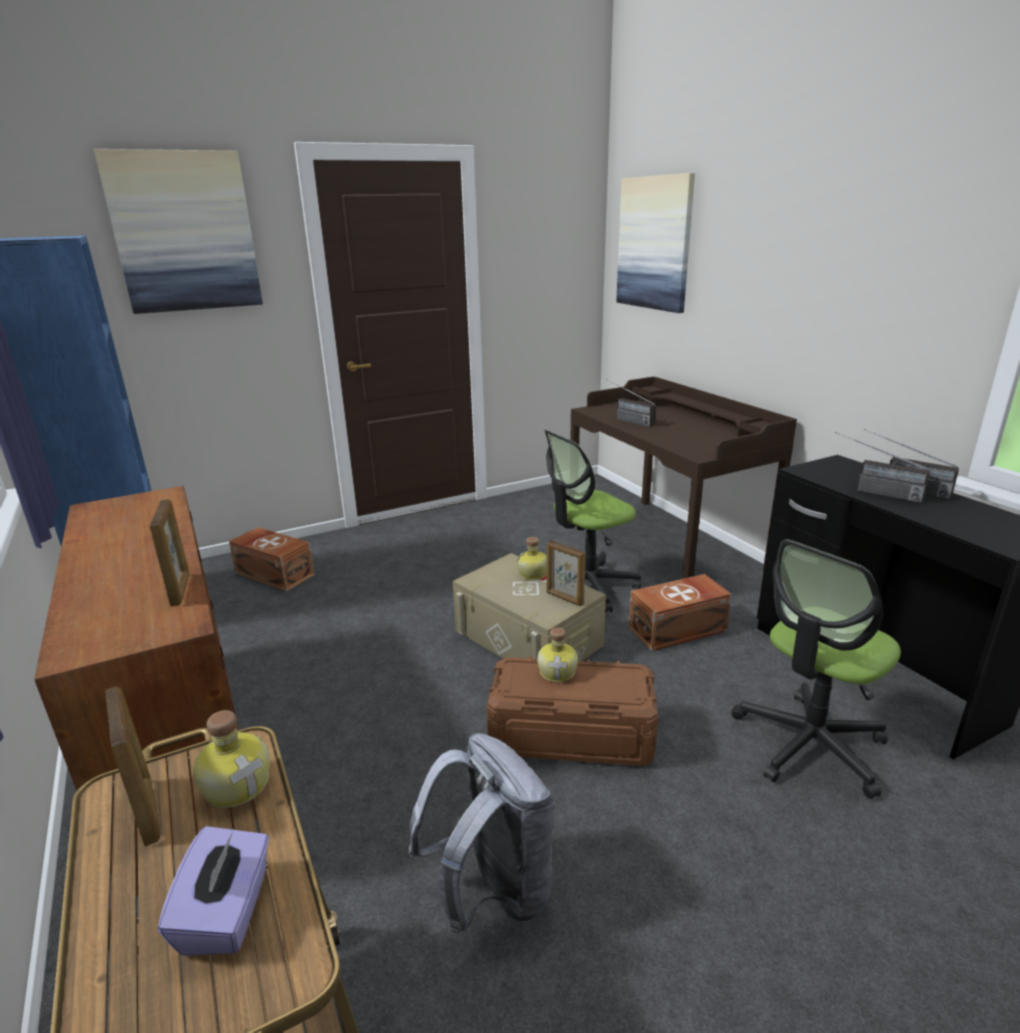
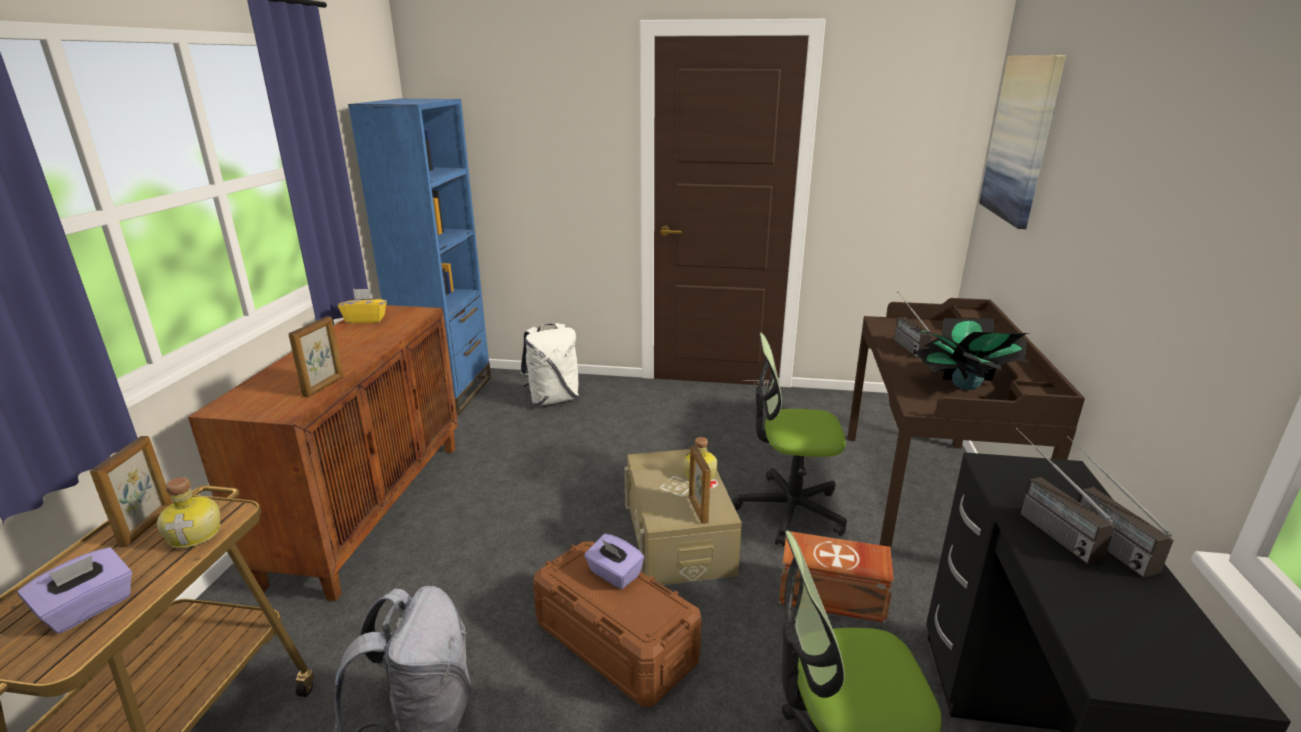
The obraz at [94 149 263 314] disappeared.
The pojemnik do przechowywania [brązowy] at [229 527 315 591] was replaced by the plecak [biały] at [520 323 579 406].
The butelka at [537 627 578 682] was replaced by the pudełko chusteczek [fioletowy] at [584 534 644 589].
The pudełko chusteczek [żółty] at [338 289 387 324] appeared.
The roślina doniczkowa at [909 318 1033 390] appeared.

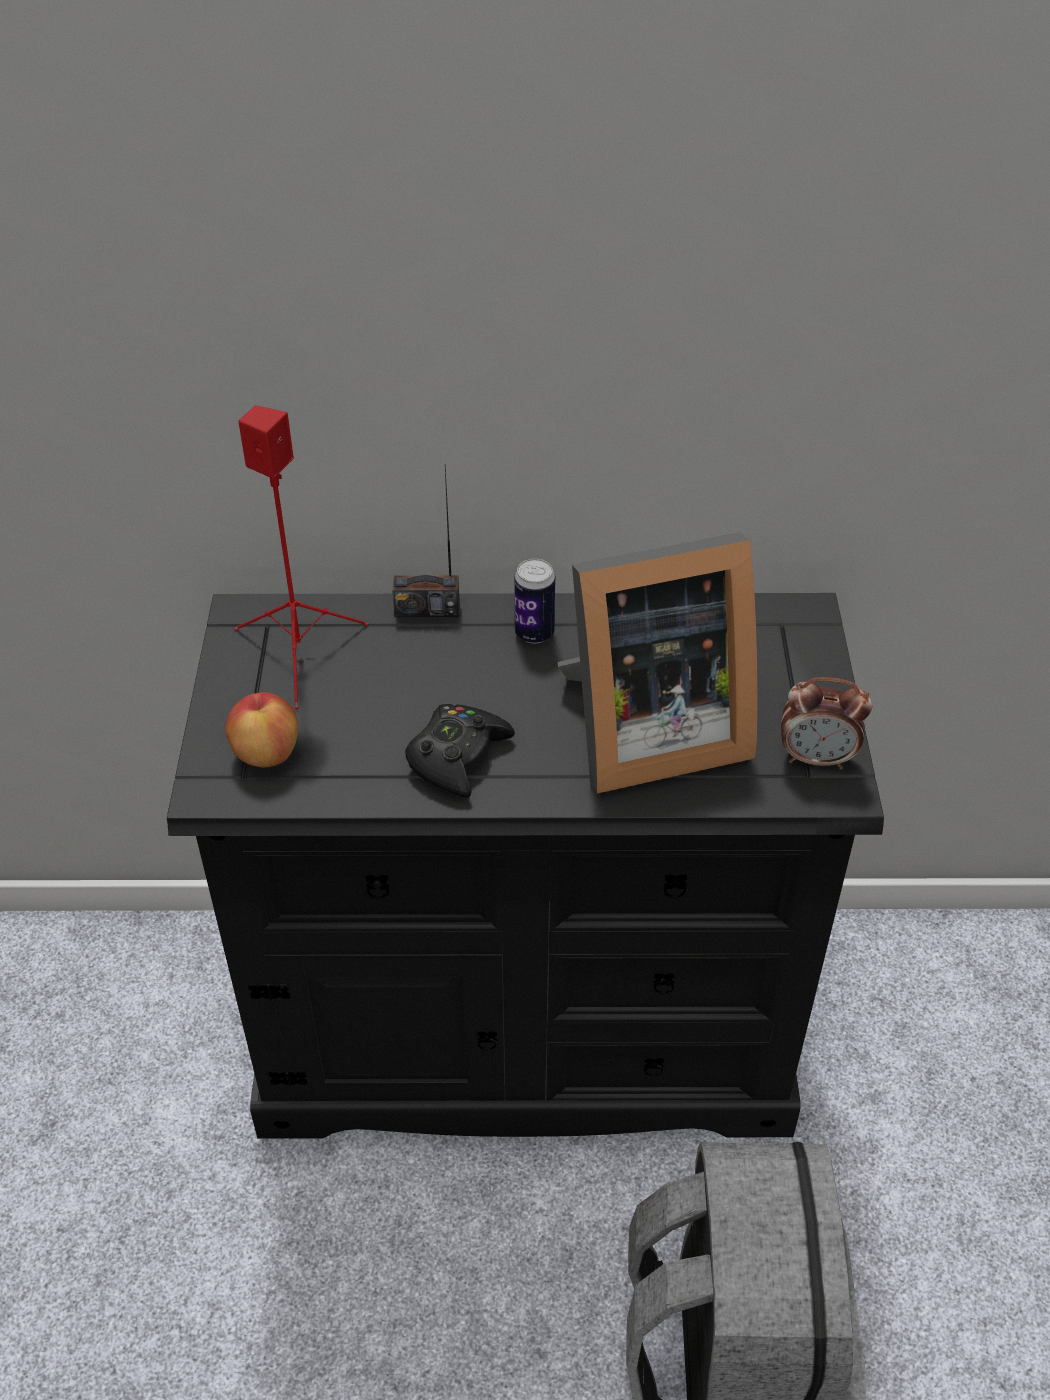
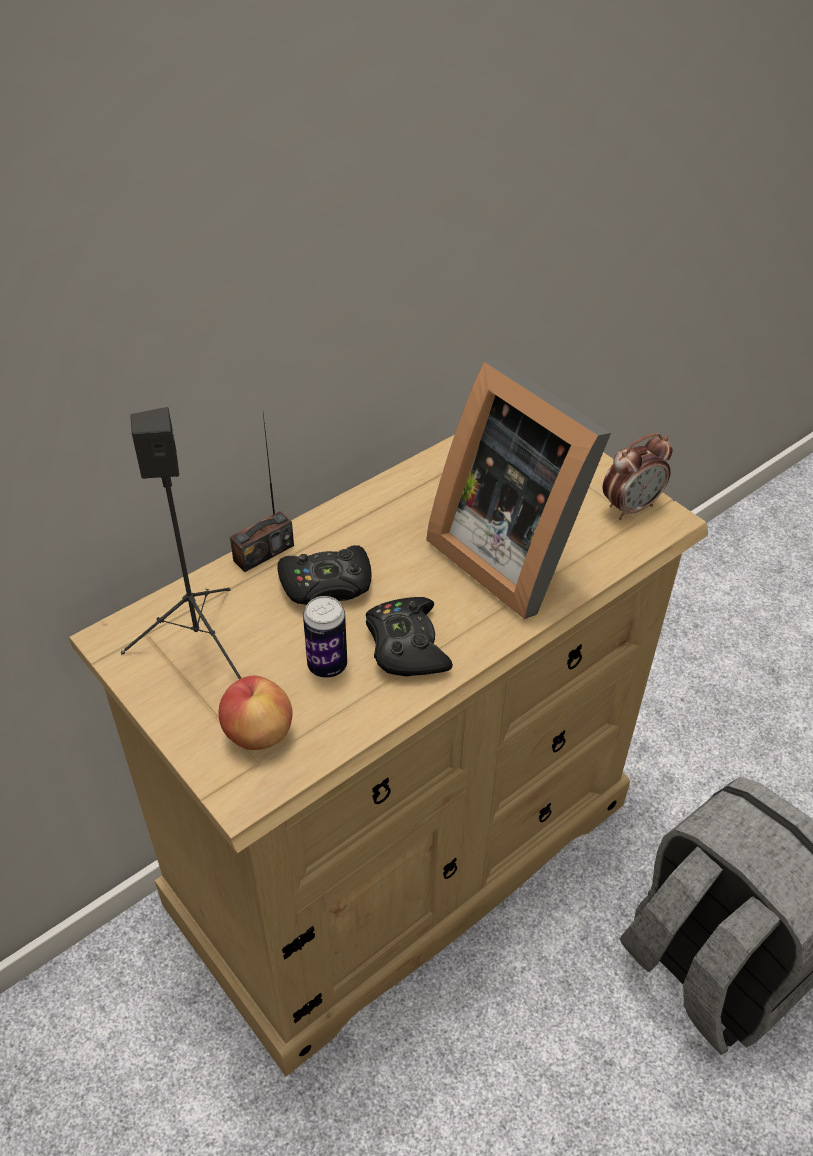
The głośnik [czerwony] at [234 405 369 709] became the głośnik [czarny] at [121 407 241 679].
The ramka na zdjęcie at [558 532 758 794] turned 105 degrees clockwise.
The puszka moved from [514 559 555 644] to [303 596 347 678].
The komoda [czarny] at [167 593 884 1139] became the komoda [beżowy] at [69 435 708 1077].
The pad do gier [czarny] at [278 545 372 605] appeared.

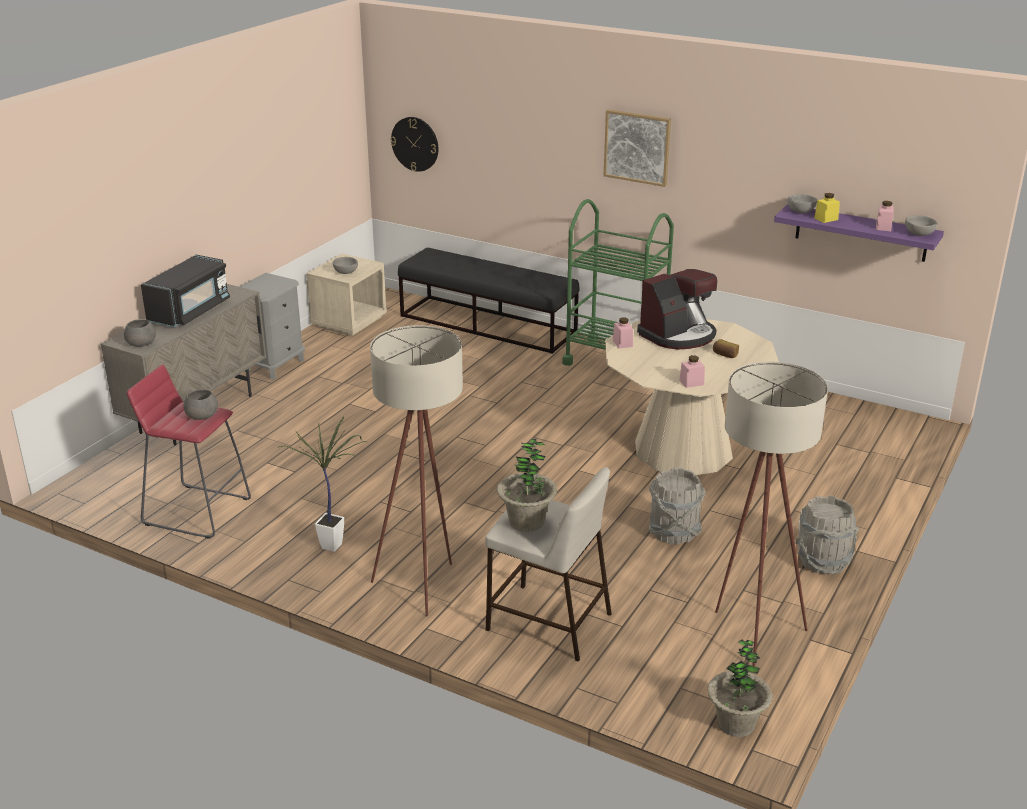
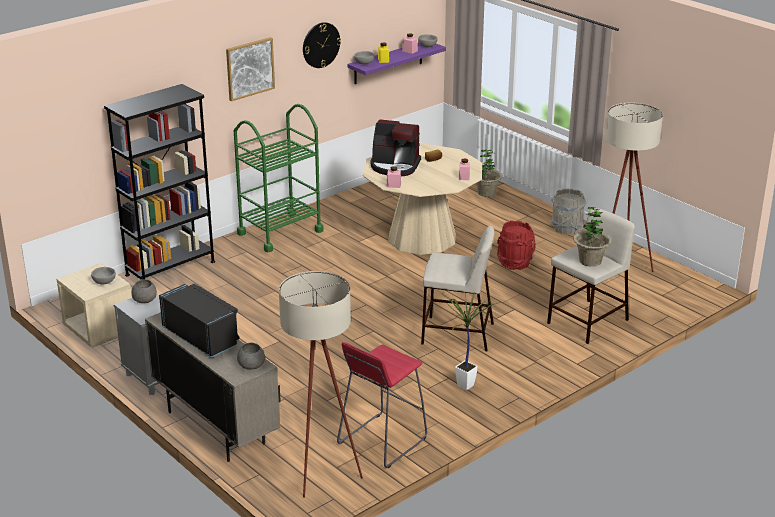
The zegar ścienny moved from [390 117 438 172] to [303 22 341 68].
The ławka [czarny] at [398 247 579 354] was replaced by the regał [czarny] at [104 84 215 280].
The ekspres do kawy at [637 269 717 350] turned 120 degrees clockwise.
The lampa stojąca [beżowy] moved from [370 325 463 617] to [279 271 363 498].
The miska [szary] moved from [183 389 218 420] to [131 279 157 303].
The wiadro [szary] at [649 467 705 545] became the wiadro [czerwony] at [497 220 535 270].
The roślina doniczkowa moved from [707 639 773 737] to [476 150 503 197].
The stołek [beżowy] at [421 226 495 351] appeared.

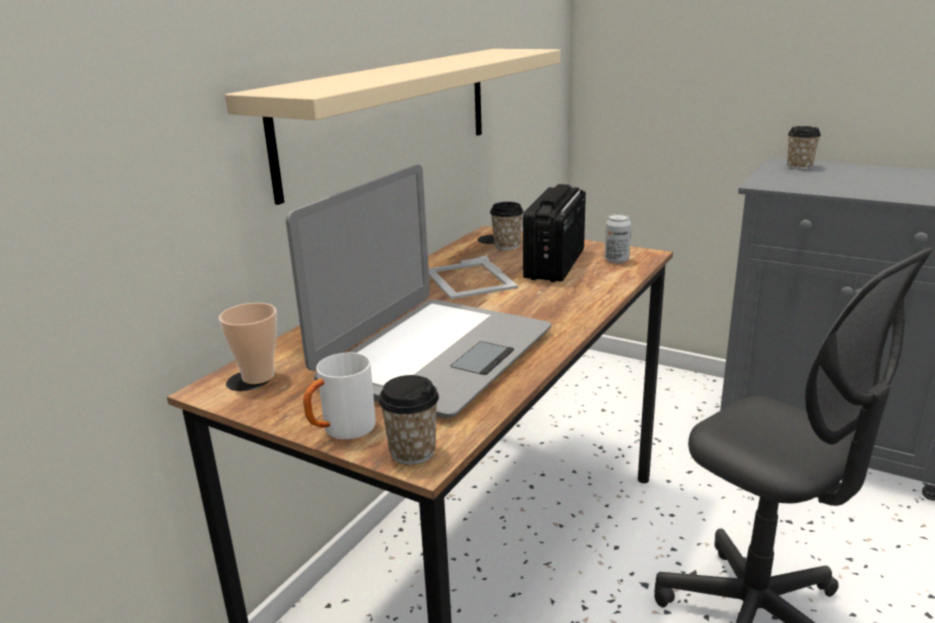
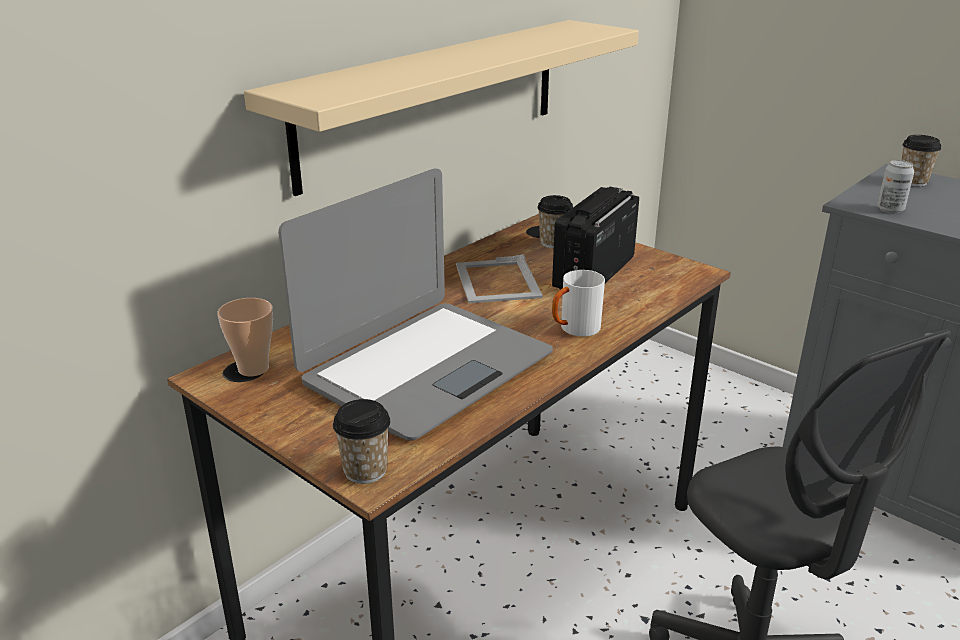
The puszka moved from [605 214 631 263] to [877 160 914 213].
The kubek [biały] moved from [303 352 376 439] to [552 270 605 336].

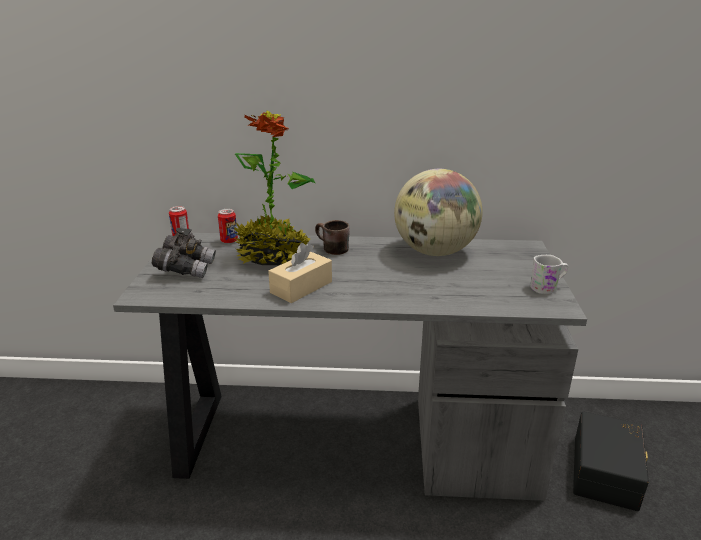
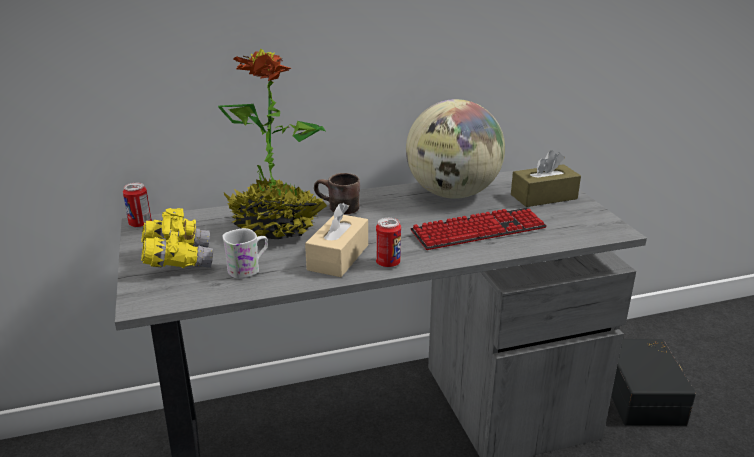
The puszka moved from [218 209 238 244] to [376 218 401 268].
The lornetka [szary] at [152 228 216 278] became the lornetka [żółty] at [141 208 213 268].
The kubek [biały] moved from [530 255 568 294] to [223 228 268 279].
The pudełko chusteczek [brązowy] at [511 150 581 207] appeared.
The klawiatura at [411 208 547 250] appeared.

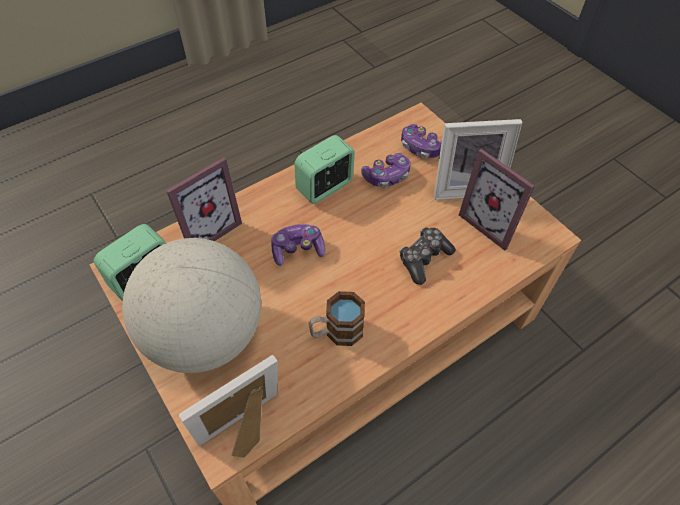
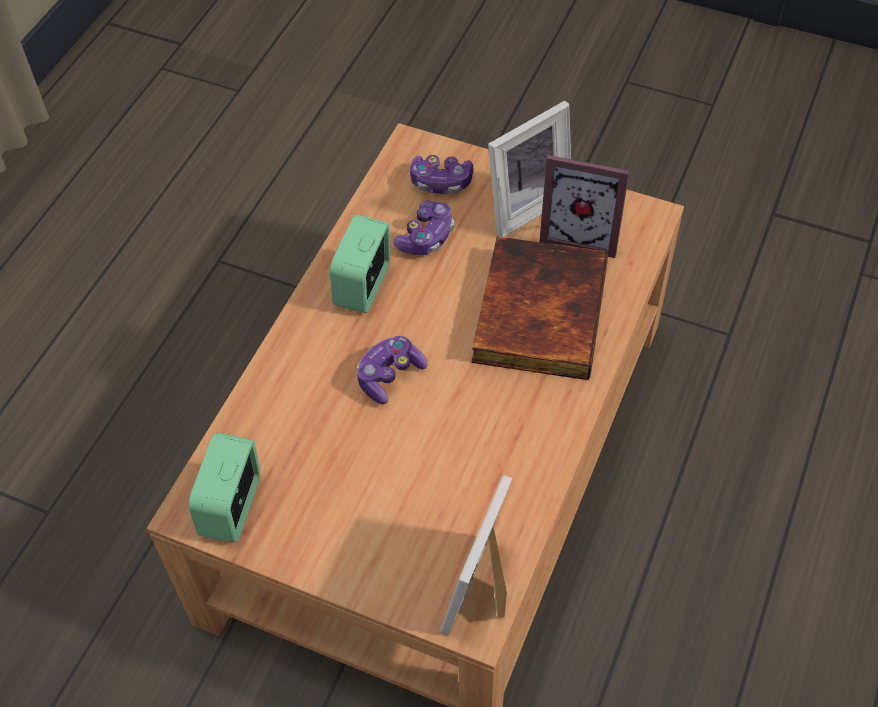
The ramka na zdjęcie at [166 157 242 241] disappeared.
The pad do gier at [400 227 456 285] was replaced by the książka at [471 236 609 380].
The globus at [122 238 261 373] disappeared.
The kubek at [308 291 365 346] disappeared.

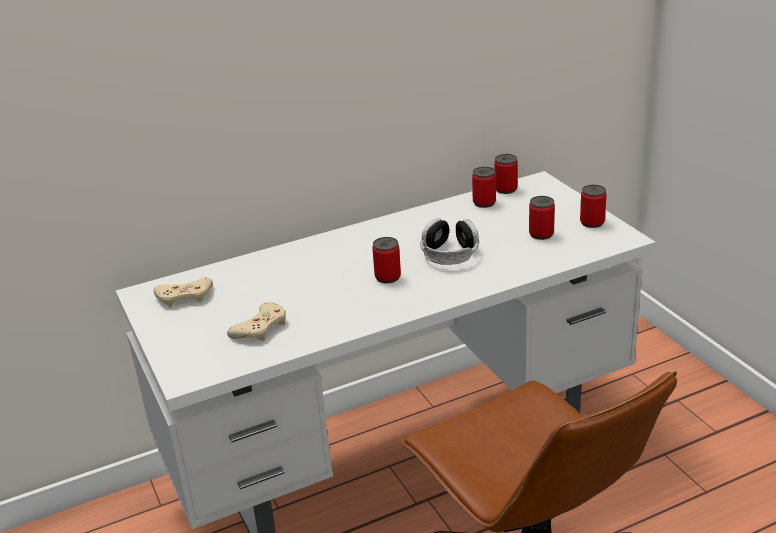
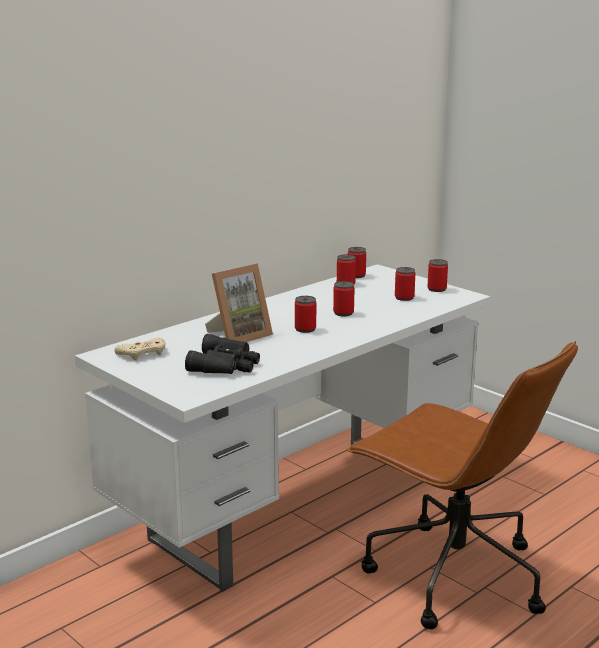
The słuchawki at [420 218 479 265] was replaced by the puszka at [333 281 355 316].
The pad do gier [beżowy] at [227 302 286 341] was replaced by the lornetka [czarny] at [185 334 260 374].
The ramka na zdjęcie at [205 263 273 342] appeared.

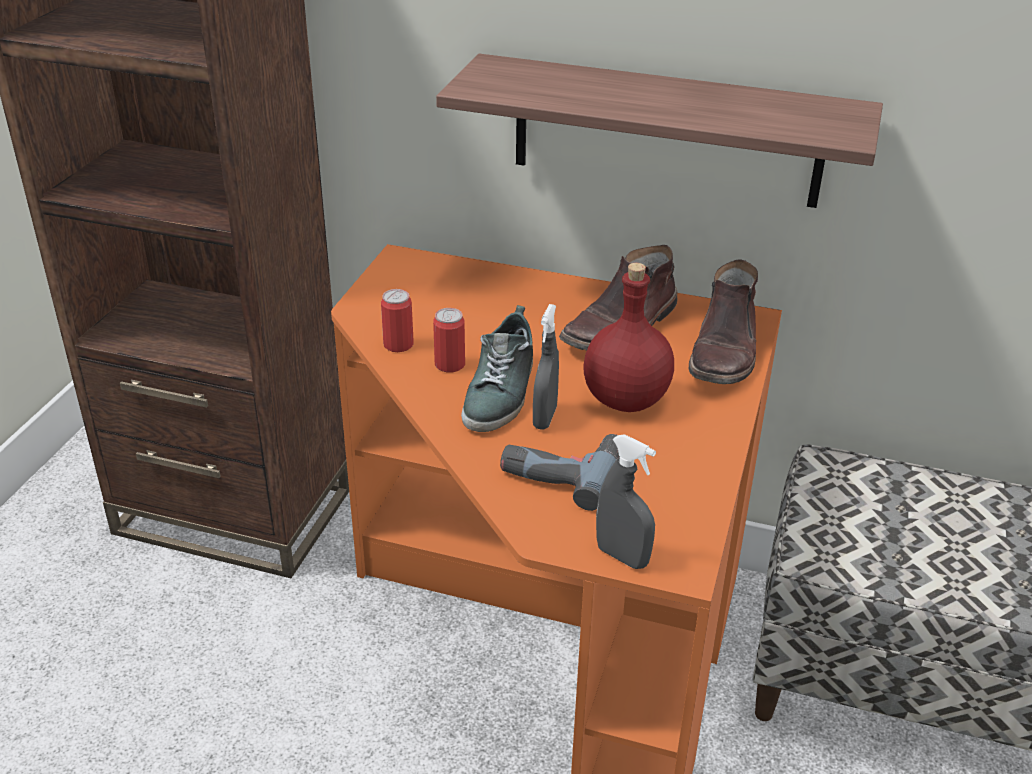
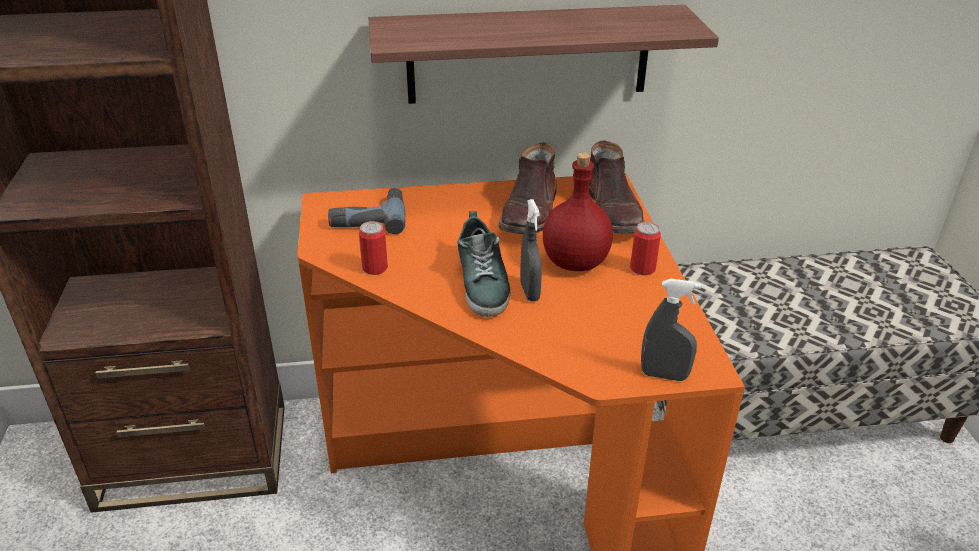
The puszka moved from [433 308 465 372] to [630 222 661 275].
The wiertarka moved from [500 434 620 511] to [328 188 405 234].

